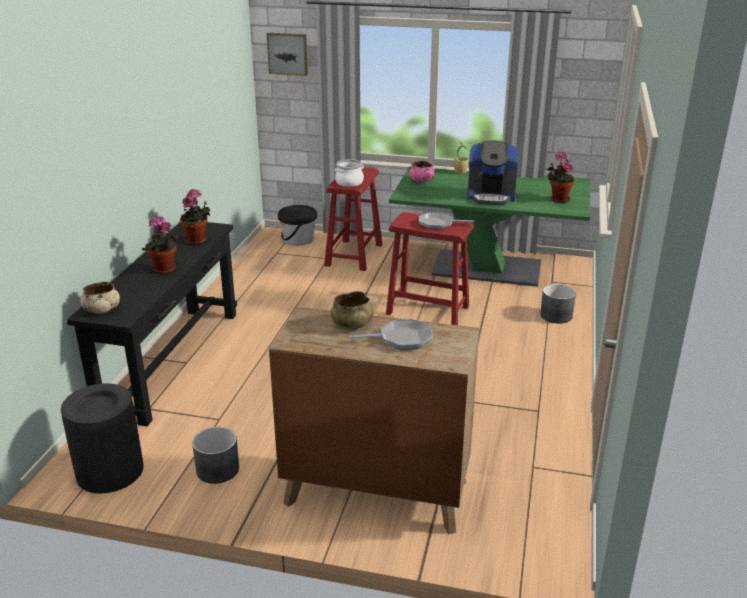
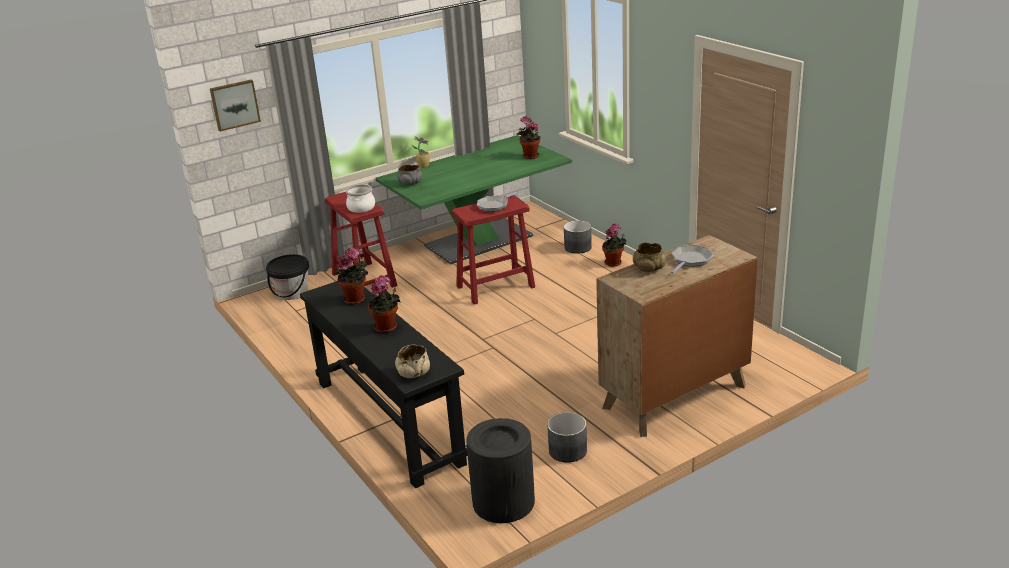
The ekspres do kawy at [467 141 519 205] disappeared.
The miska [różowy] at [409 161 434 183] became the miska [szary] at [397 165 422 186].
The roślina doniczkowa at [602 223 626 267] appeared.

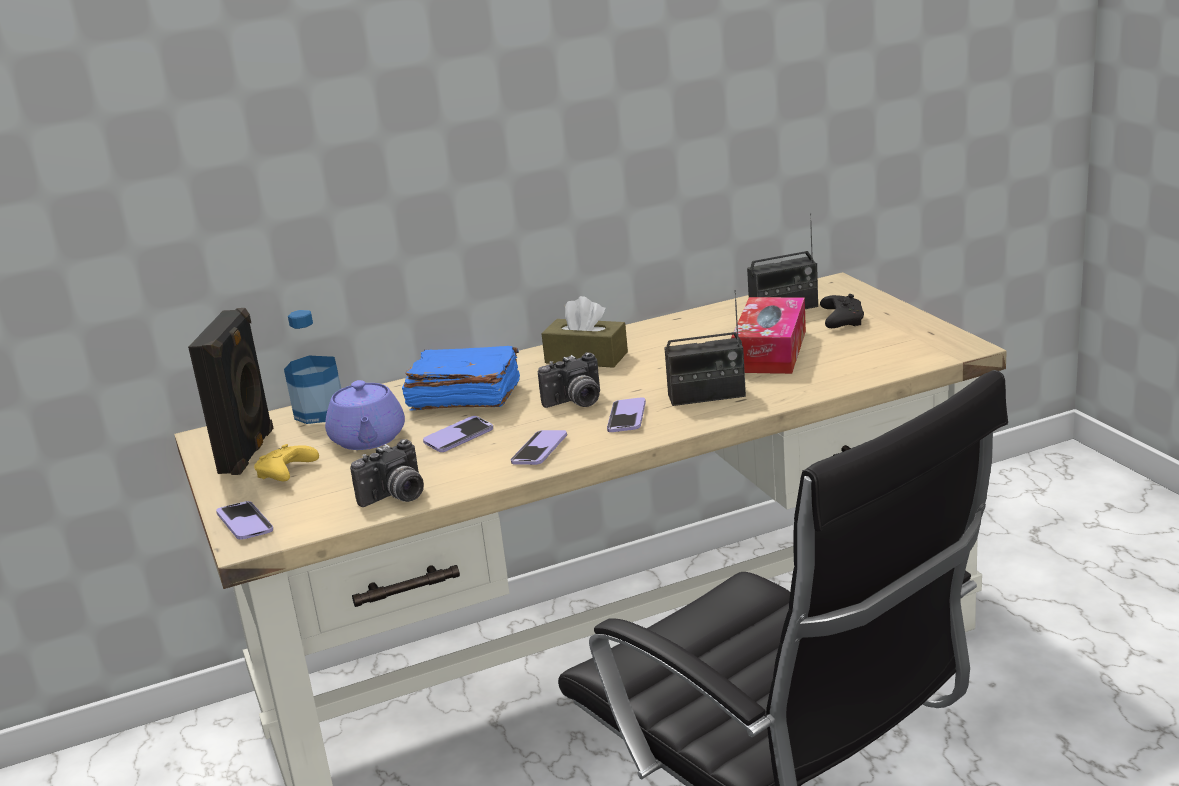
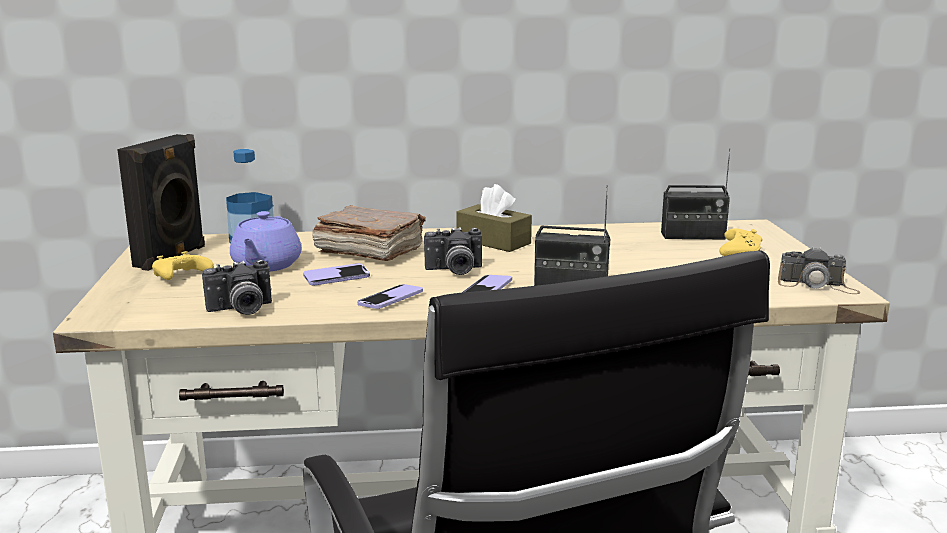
The pad do gier [czarny] at [820 294 864 328] became the pad do gier [żółty] at [719 229 762 256].
The pudełko chusteczek at [731 297 806 374] disappeared.
The książka [niebieski] at [402 346 520 410] became the książka [brązowy] at [312 205 426 261].
The telefon at [216 501 273 540] disappeared.
The aparat fotograficzny at [778 246 860 294] appeared.

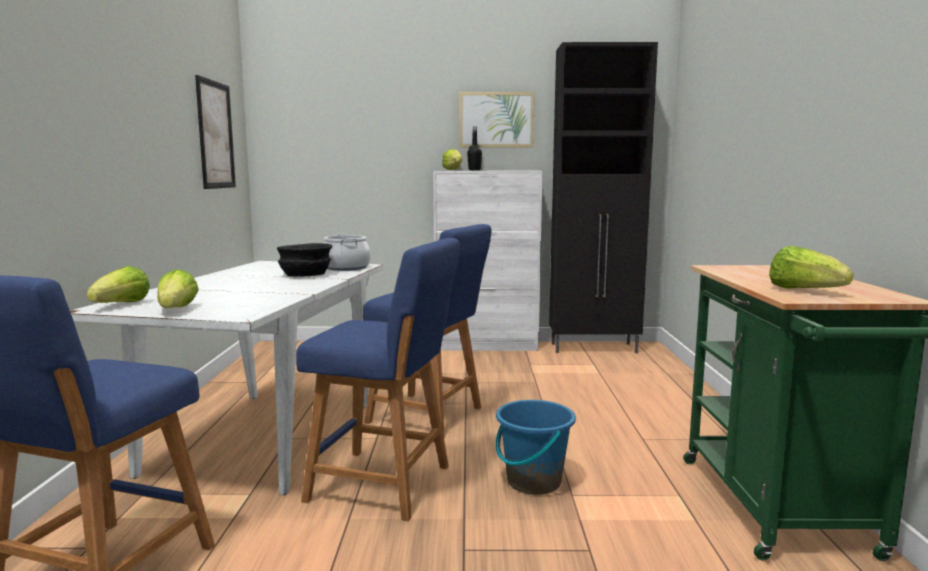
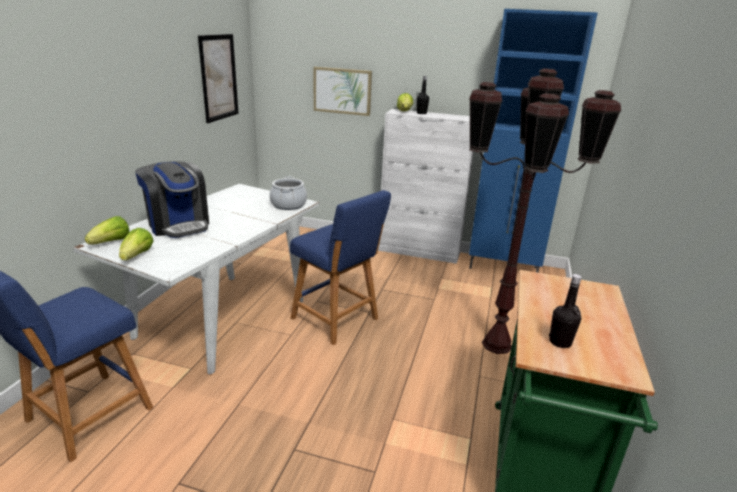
The szafka [czarny] at [549 42 658 353] became the szafka [niebieski] at [469 9 598 273].
The obraz moved from [459 92 535 147] to [313 67 372 116].
The stołek [niebieski] at [296 238 460 521] disappeared.
The miska [czarny] at [277 243 332 277] disappeared.
The sałata at [769 246 853 289] was replaced by the butelka [czarny] at [549 274 582 348].
The wiadro [niebieski] at [495 400 576 495] disappeared.
The lampa stojąca [brązowy] at [469 69 621 354] appeared.
The ekspres do kawy at [135 161 209 238] appeared.

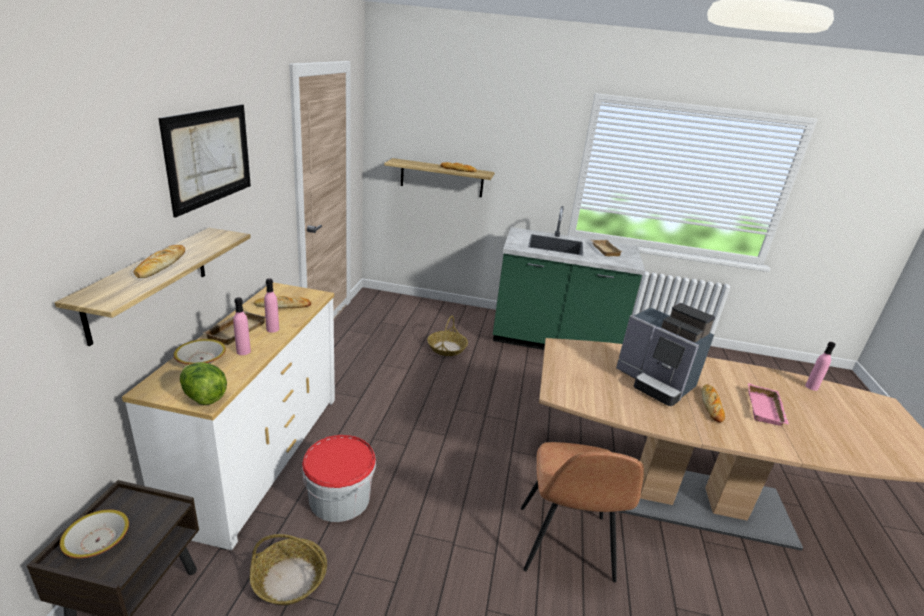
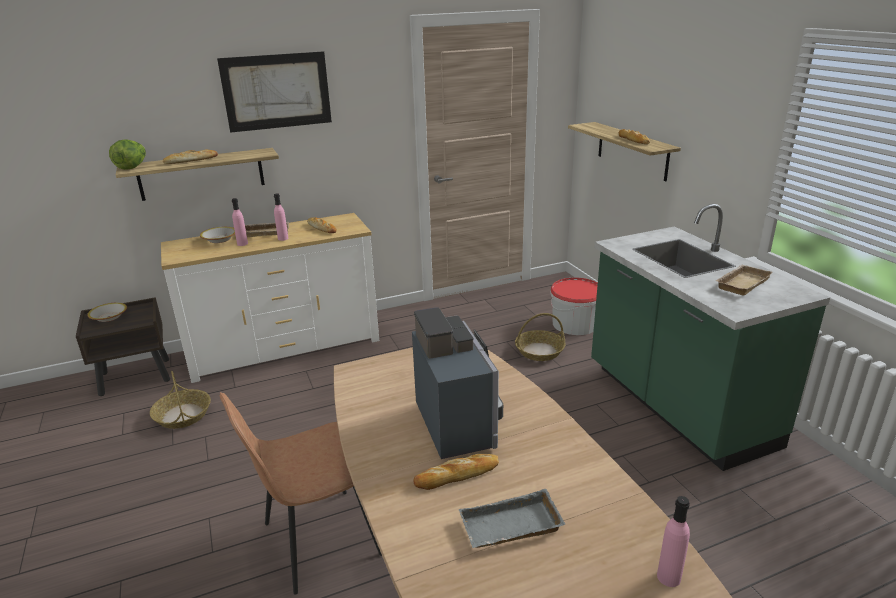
The ekspres do kawy at [616 303 715 406] turned 150 degrees clockwise.
The sałata moved from [180 362 227 405] to [109 139 146 170].
The taca [różowy] at [748 383 789 426] became the taca [szary] at [459 489 566 548].
The wiadro moved from [302 435 376 522] to [550 277 598 335].

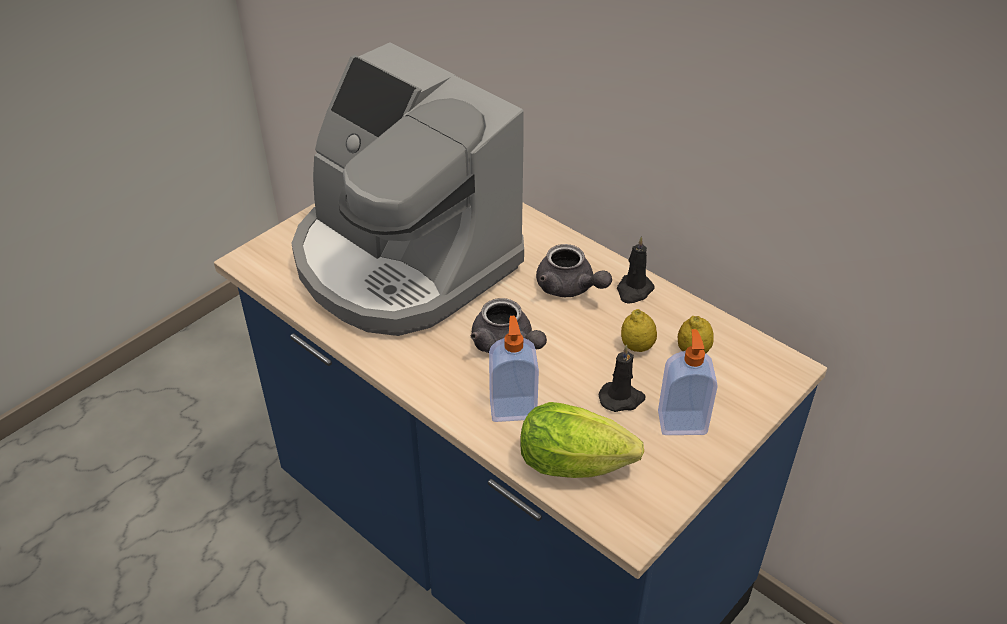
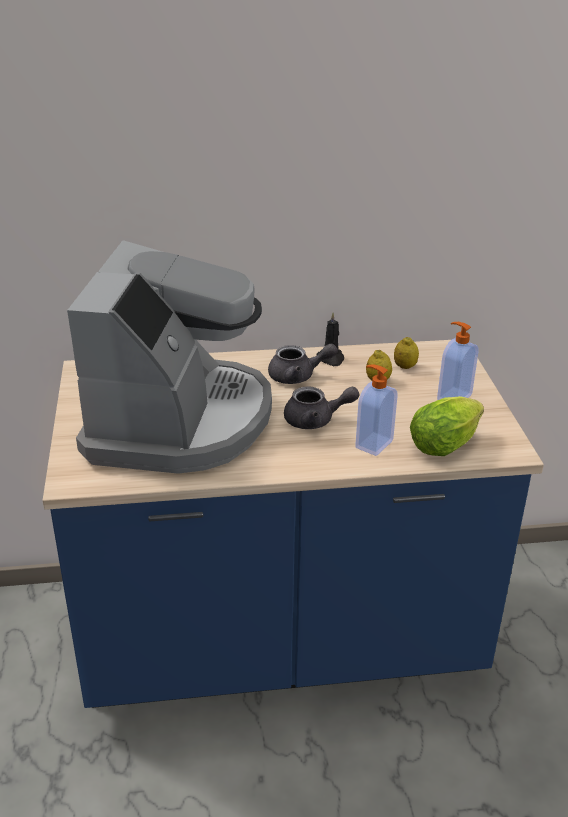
The ekspres do kawy at [291 42 524 336] turned 75 degrees counterclockwise.
The świeca [czarny] at [599 345 646 412] disappeared.

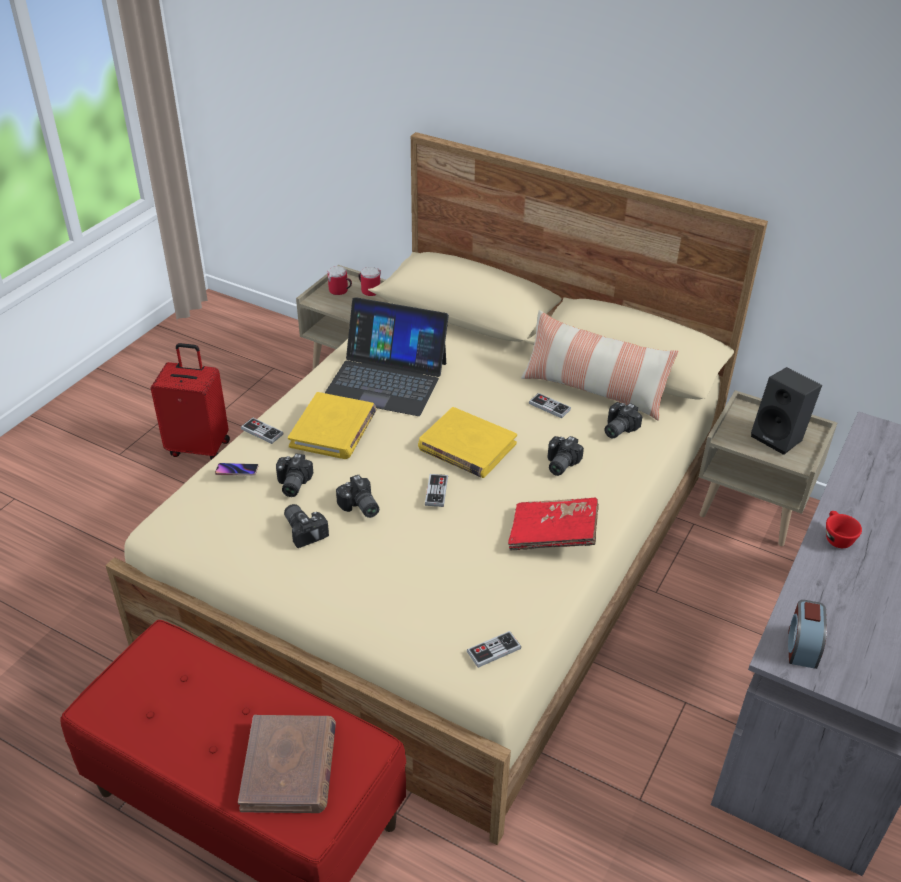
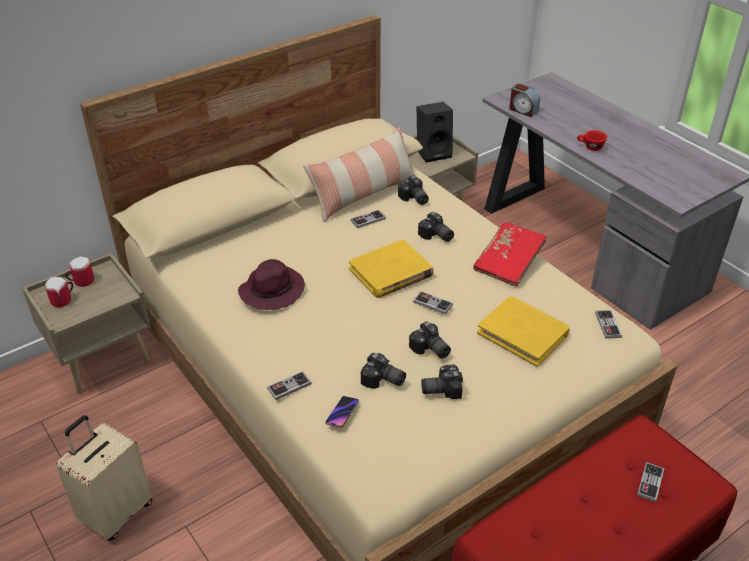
The laptop at [325 297 449 416] was replaced by the kapelusz [fioletowy] at [238 259 305 310].
The walizka [czerwony] at [151 343 230 460] became the walizka [beżowy] at [56 415 152 541].
The książka [żółty] moved from [288 392 376 459] to [477 296 570 367].
The aparat fotograficzny at [336 475 379 518] turned 60 degrees clockwise.
The budzik moved from [788 600 827 669] to [509 84 540 117].
The książka [brązowy] at [238 715 336 813] was replaced by the pad do gier at [637 462 665 502].

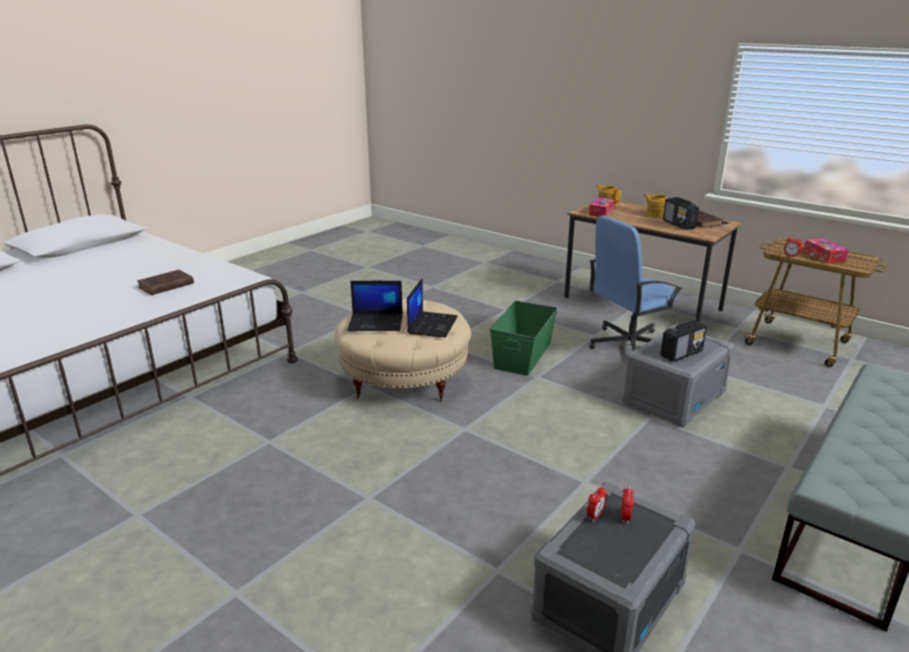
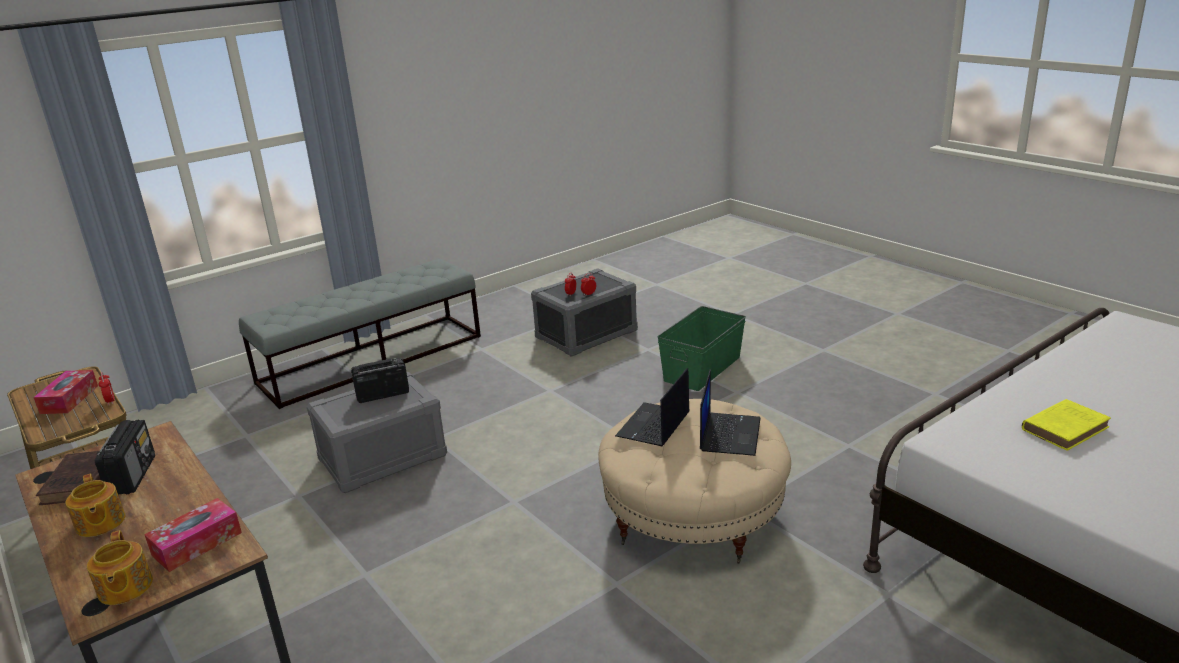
The krzesło biurowe [niebieski] at [589 215 682 351] disappeared.
The książka [brązowy] at [137 270 194 295] became the książka [żółty] at [1022 399 1111 451].
The laptop at [347 281 403 331] turned 90 degrees clockwise.
The pojemnik do przechowywania [zielony] moved from [490 301 558 376] to [658 306 746 391].

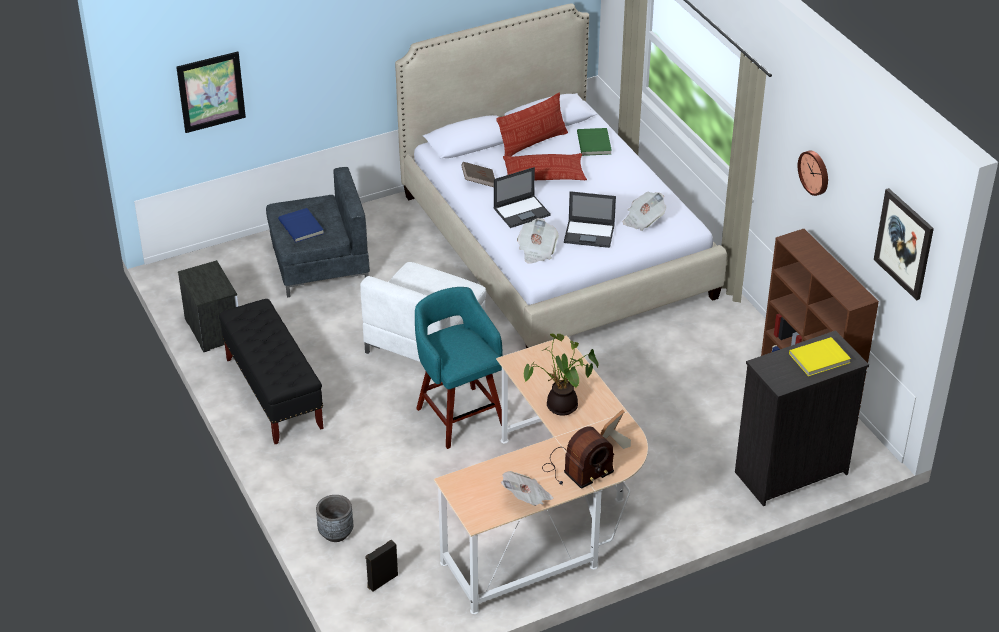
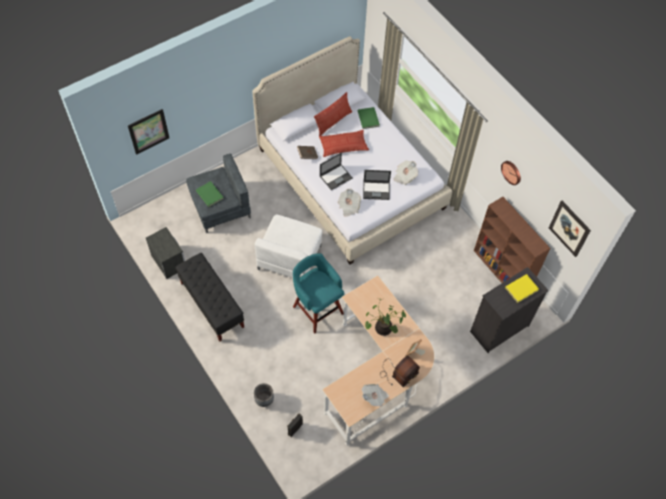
The książka [niebieski] at [278 208 324 242] became the książka [zielony] at [196 181 224 207].

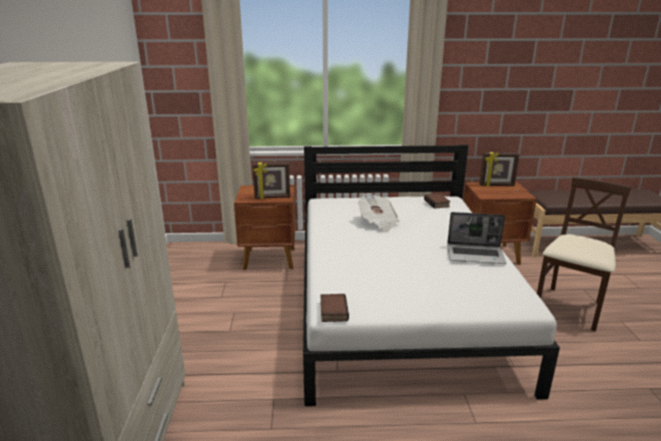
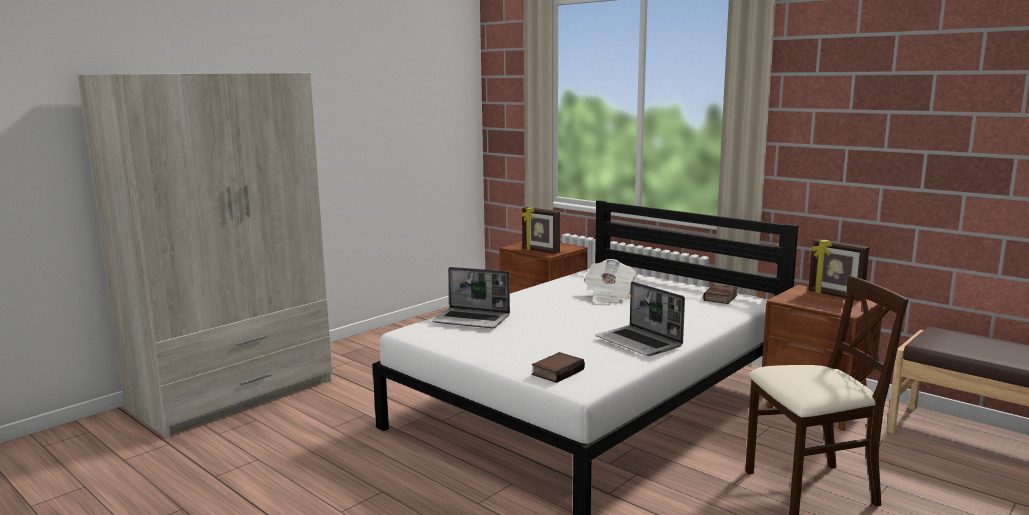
The książka moved from [320 294 349 322] to [532 352 585 383].
The laptop at [432 267 510 328] appeared.

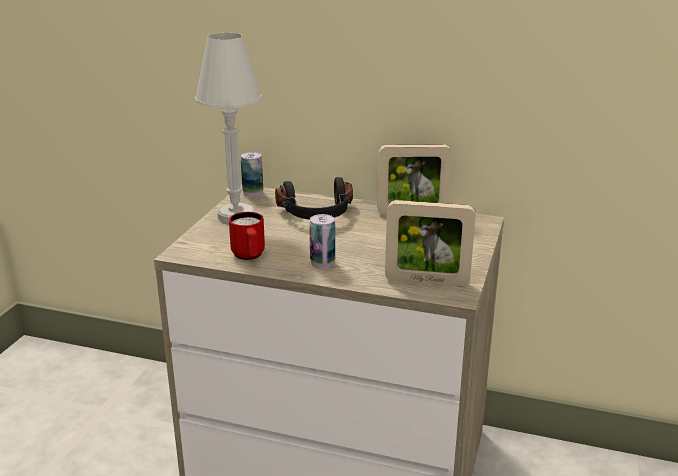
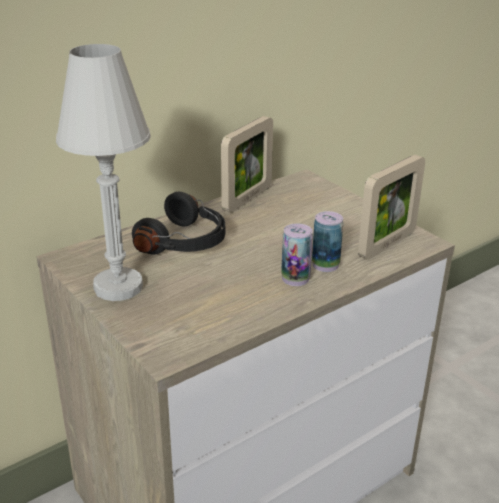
The puszka moved from [241 152 263 197] to [312 211 343 272].
The kubek [czerwony] at [229 212 265 260] disappeared.

